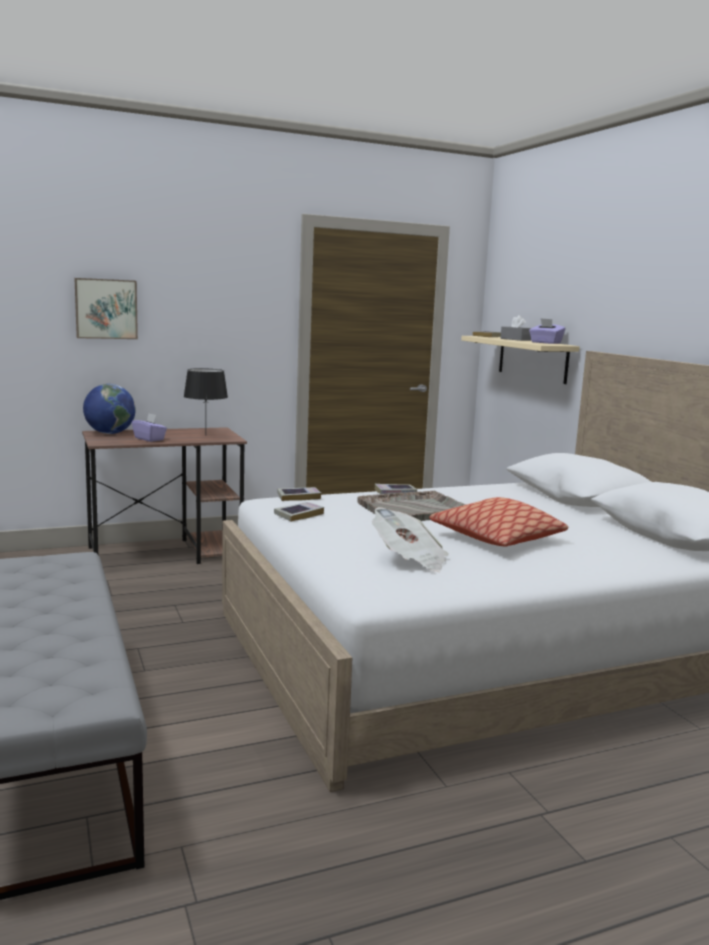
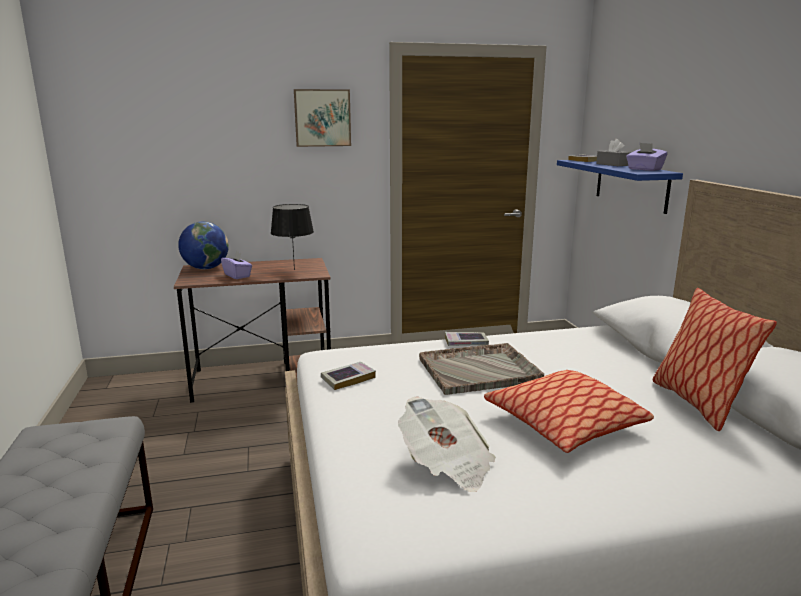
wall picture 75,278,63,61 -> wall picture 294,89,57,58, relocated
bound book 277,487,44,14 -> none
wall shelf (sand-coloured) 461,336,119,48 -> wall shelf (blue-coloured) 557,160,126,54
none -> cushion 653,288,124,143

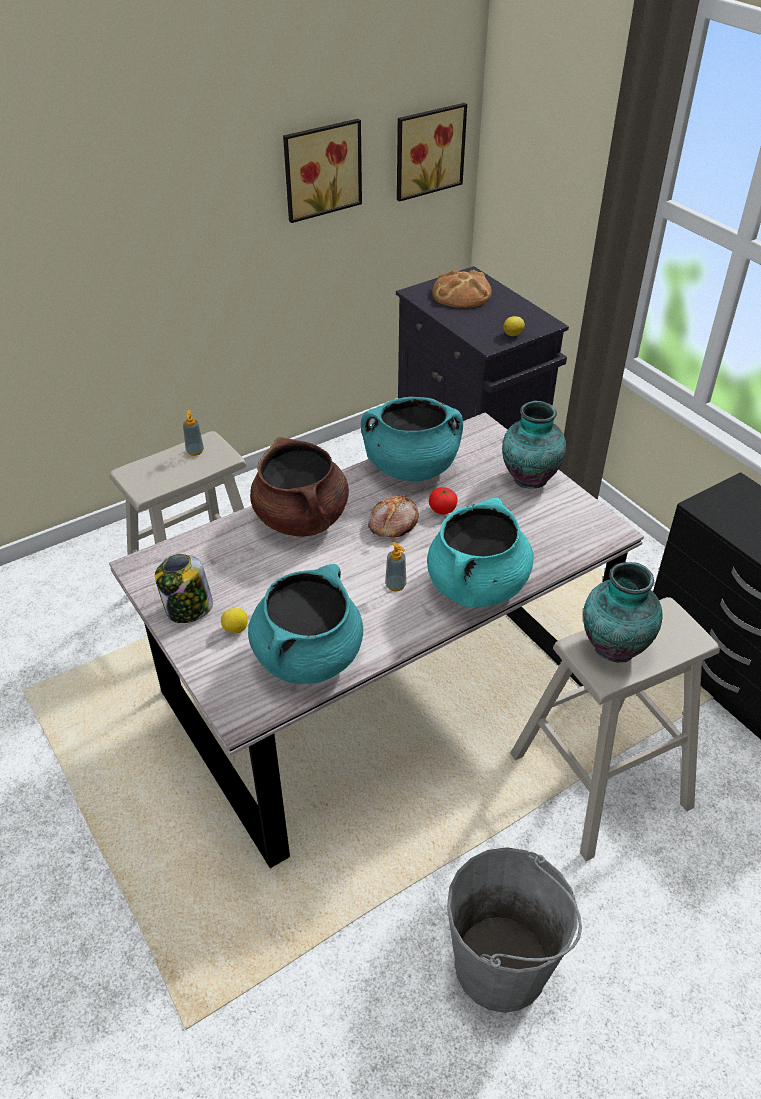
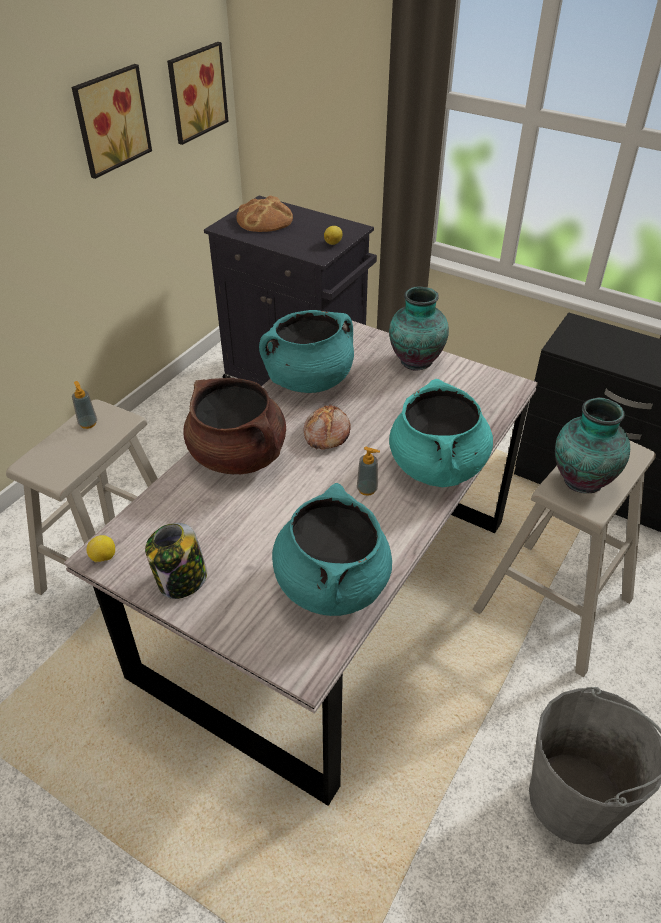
whole lemon 221,608,27,25 -> whole lemon 86,535,29,27, relocated
tomato 429,487,29,27 -> none

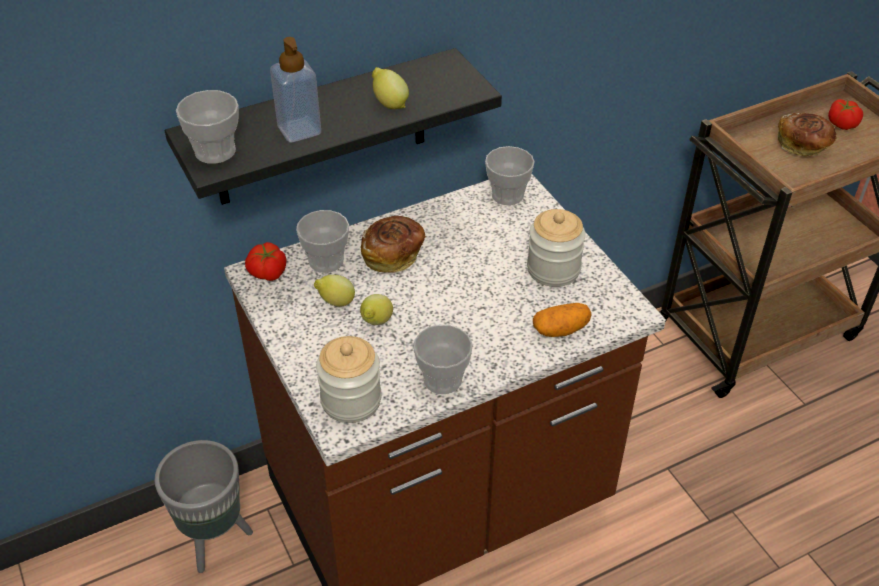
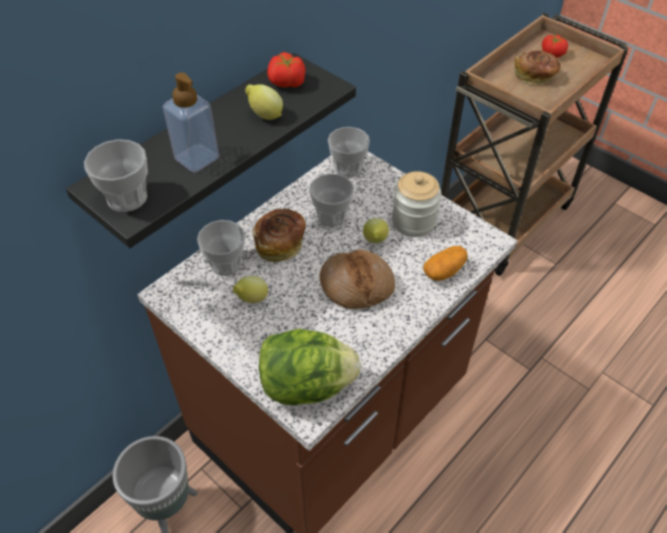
tomato 245,242,41,39 -> tomato 267,52,39,35, relocated
storage jar 316,336,65,87 -> lettuce 259,329,102,76
whole lemon 360,294,33,31 -> whole lemon 363,218,26,26, relocated
small cup 413,324,59,70 -> small cup 309,174,45,53, relocated
none -> baked bread 319,250,76,59

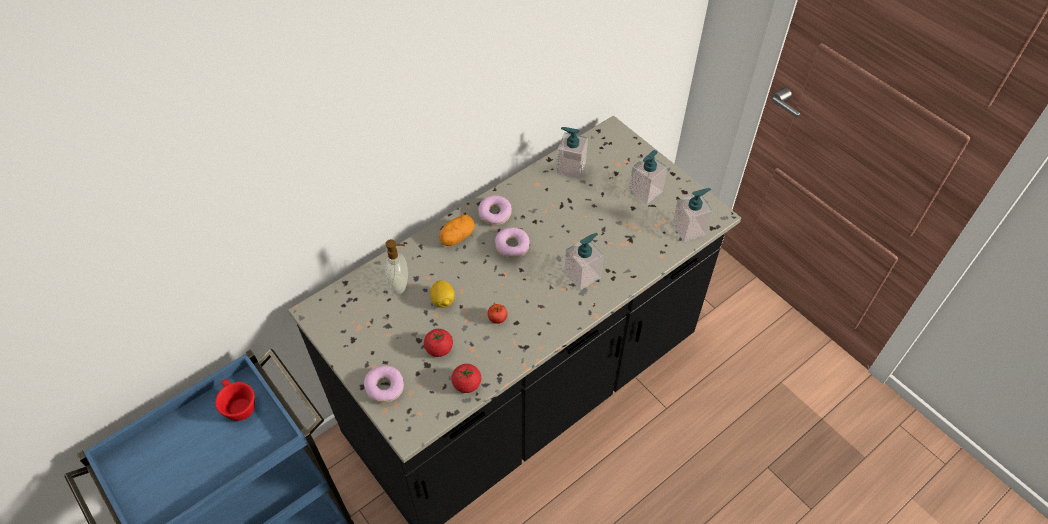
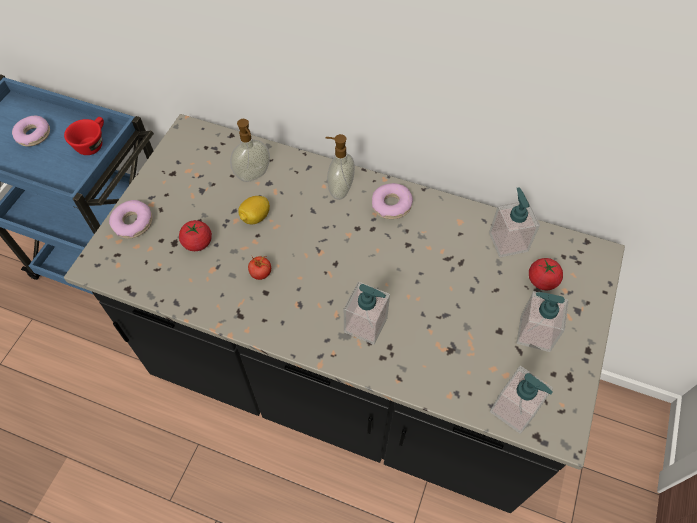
whole potato 439,215,36,31 -> soap bottle 326,134,29,66
tomato 451,364,30,29 -> tomato 529,258,34,32, relocated
donut 495,227,35,31 -> donut 12,115,38,31, relocated

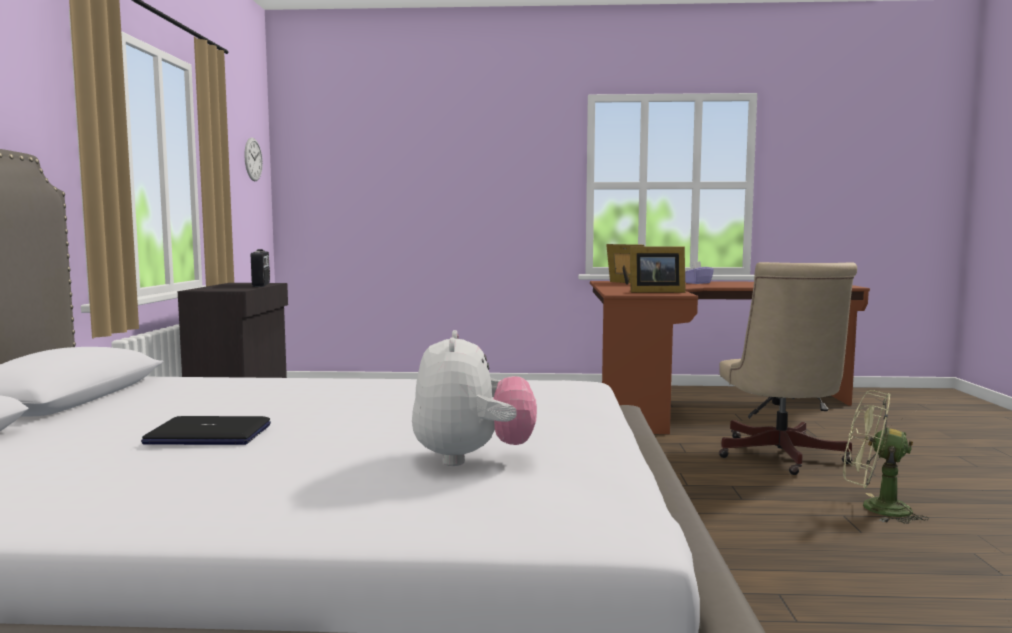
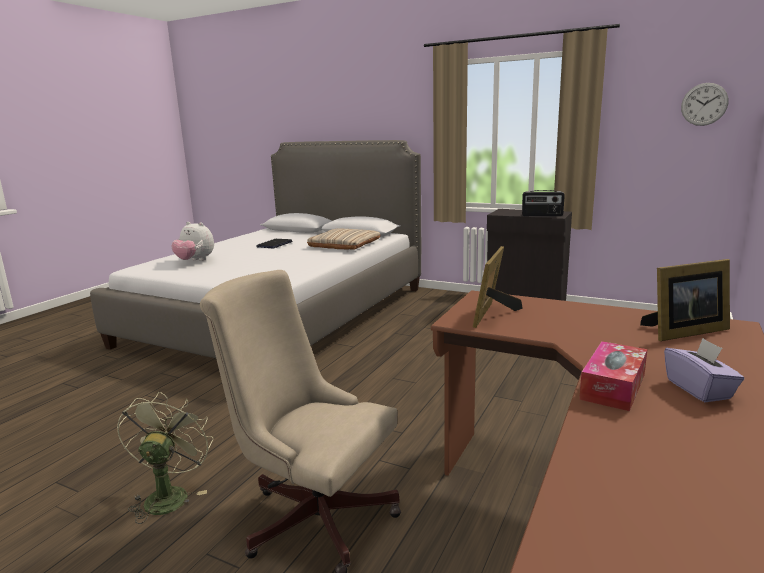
cooling fan (green-coloured) 843,390,86,134 -> cooling fan (green-coloured) 117,392,96,132, 45 degrees counterclockwise
none -> cushion (sand-coloured) 307,228,73,22
none -> tissue box 579,341,68,70

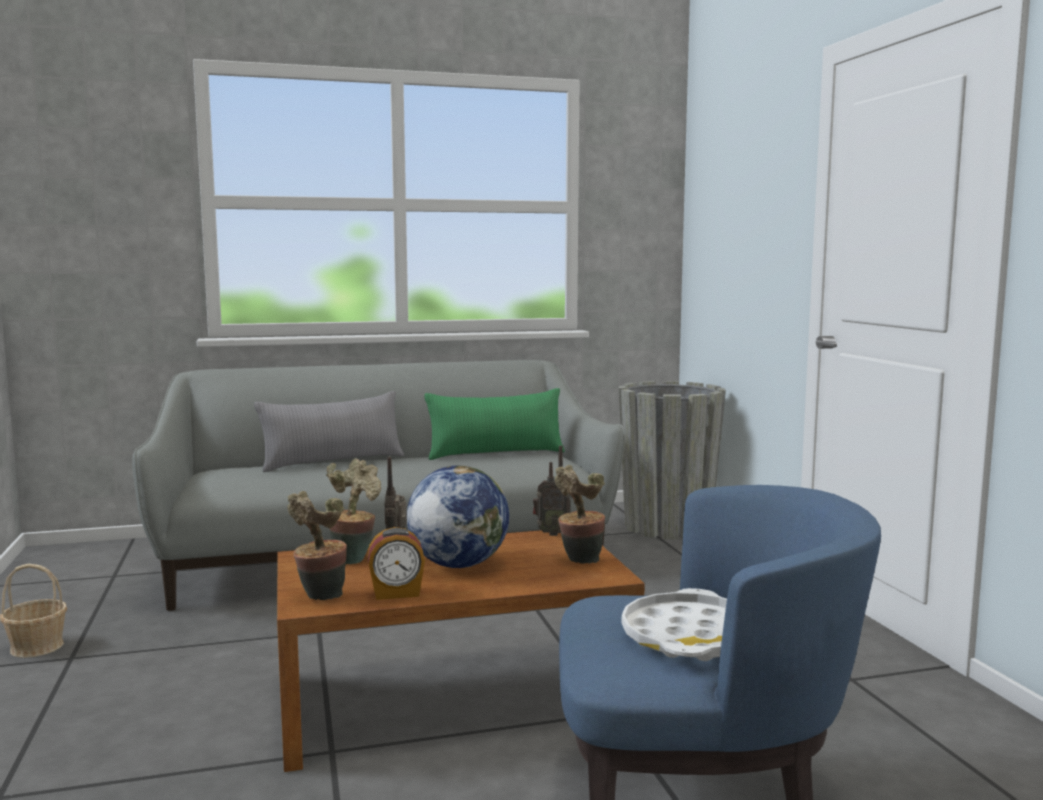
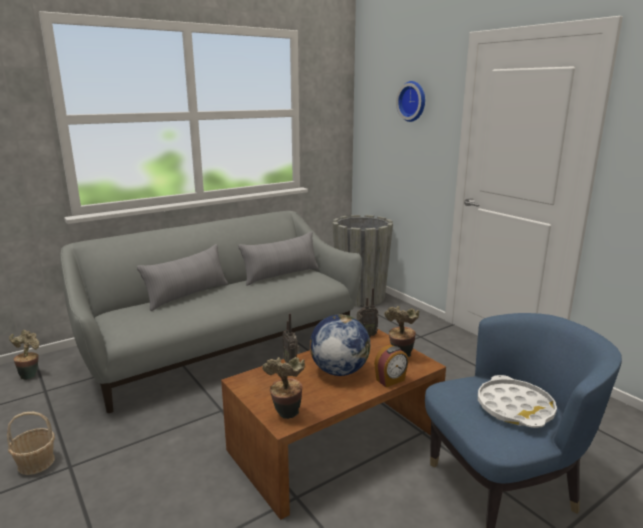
potted plant 326,459,55,106 -> potted plant 9,330,30,50, relocated
bedside clock 368,527,57,73 -> bedside clock 374,345,35,42, relocated
cushion (green-coloured) 424,388,141,72 -> cushion (greyish) 238,232,81,54
none -> clock on the wall 396,81,29,41

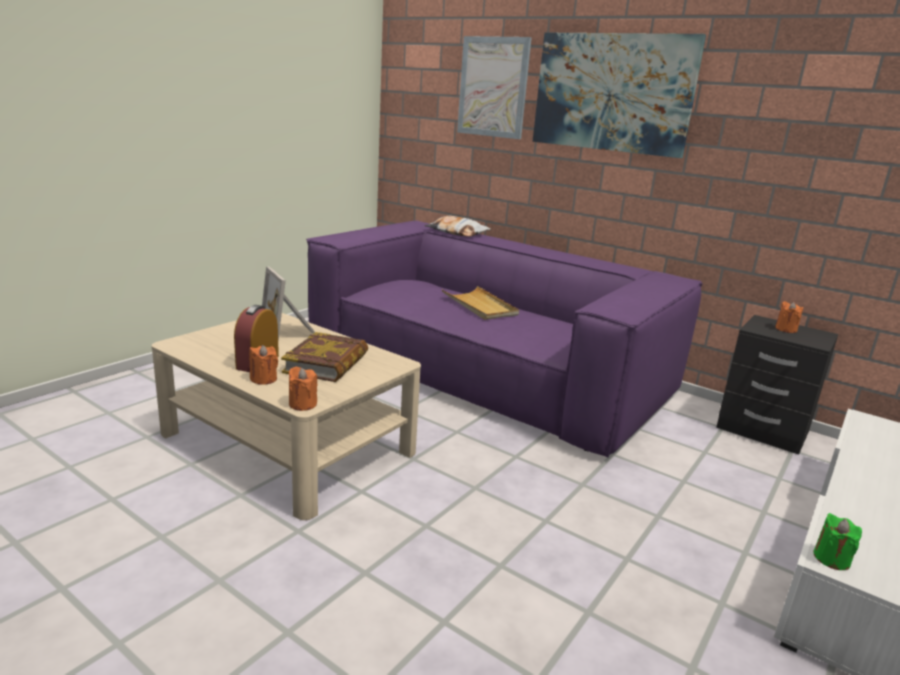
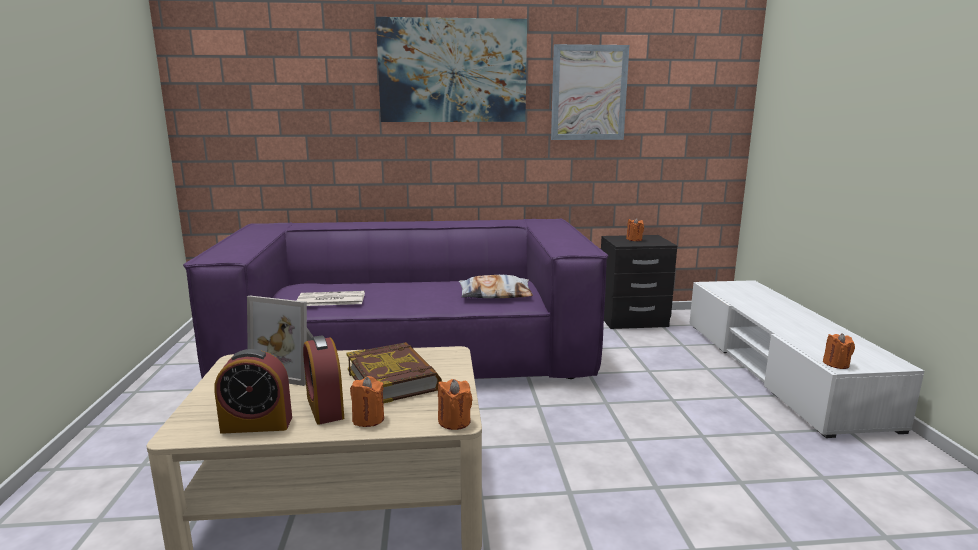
cushion 425,216,66,21 -> cushion 458,275,75,23, relocated
tray (sand-coloured) 442,286,77,34 -> none
wall picture 457,36,75,103 -> wall picture 551,44,78,96, relocated
wax light (green-coloured) 813,513,49,57 -> wax light (orange-coloured) 823,333,32,36
none -> bedside clock 214,349,78,85
none -> newspaper 296,291,69,15

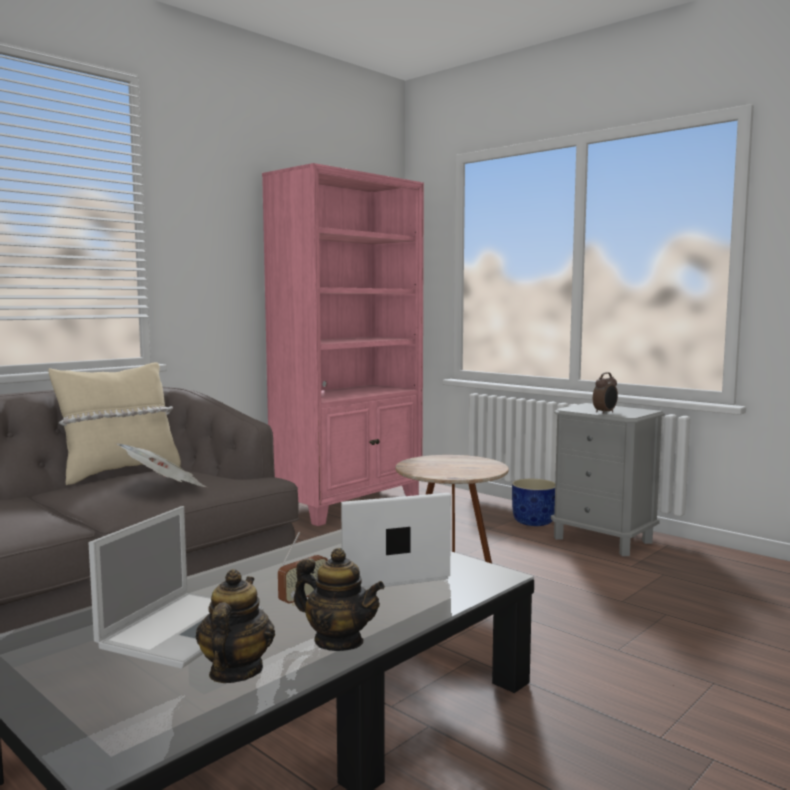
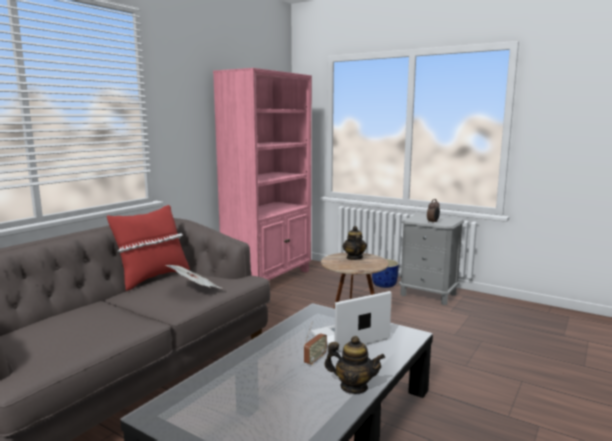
cushion (sand-coloured) 48,362,133,123 -> cushion (reddish) 107,205,83,86
portable computer 89,506,174,163 -> none
teapot 196,569,79,114 -> teapot 343,226,24,34, relocated

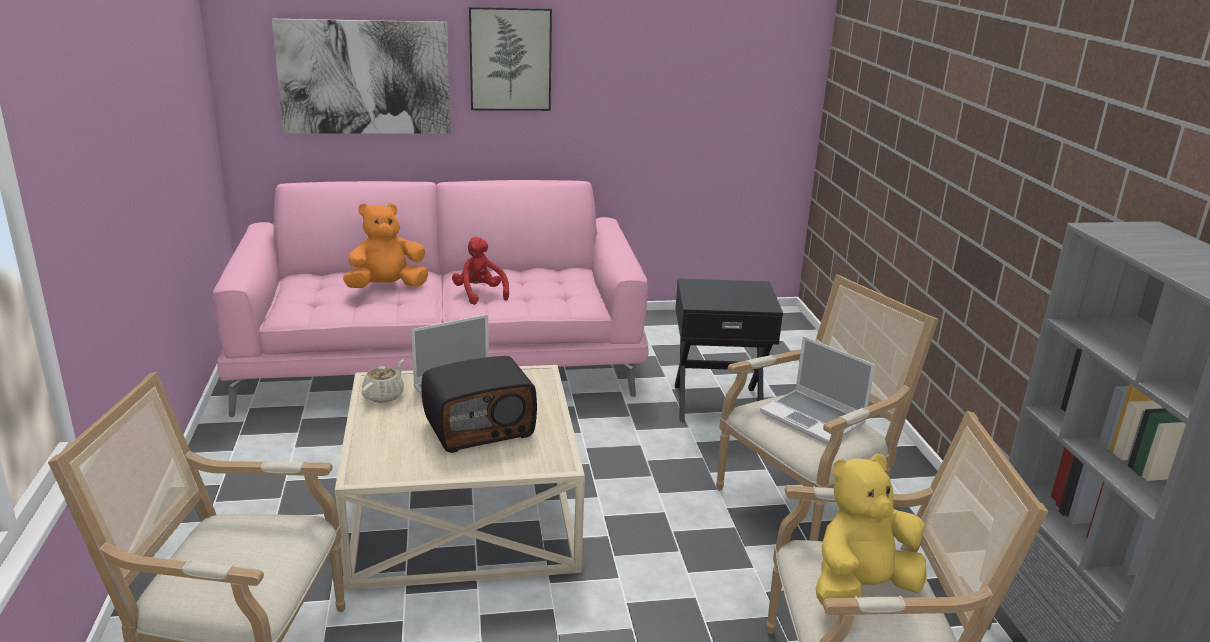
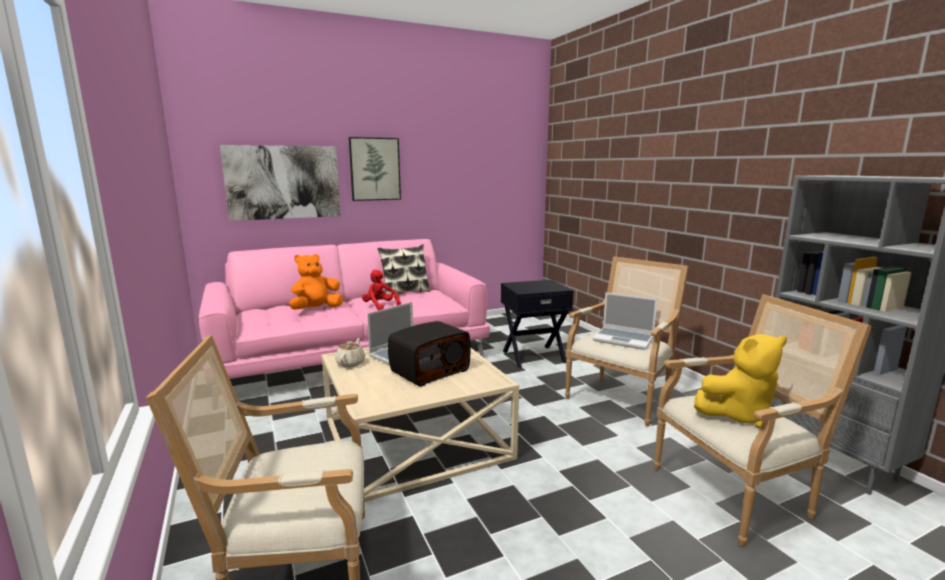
soft toy (yellow) 815,453,112,152 -> soft toy (yellow) 694,334,93,94, 150 degrees counterclockwise
none -> cushion 378,244,53,51

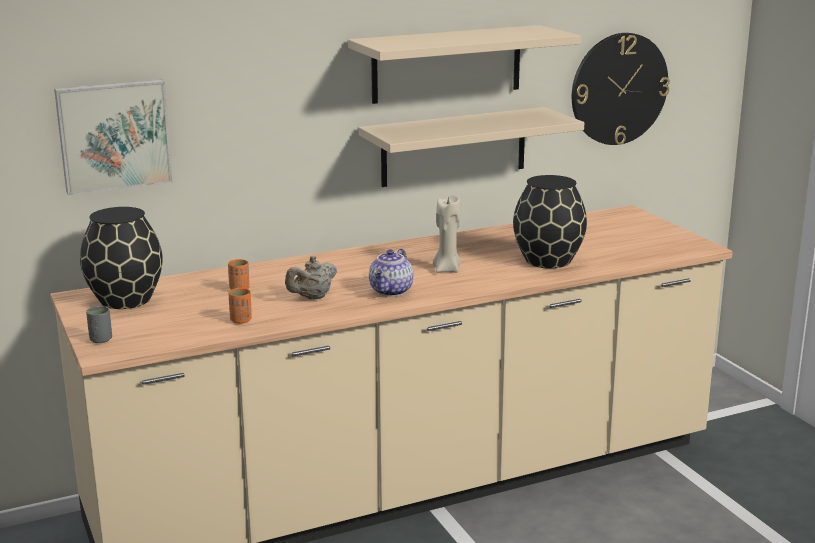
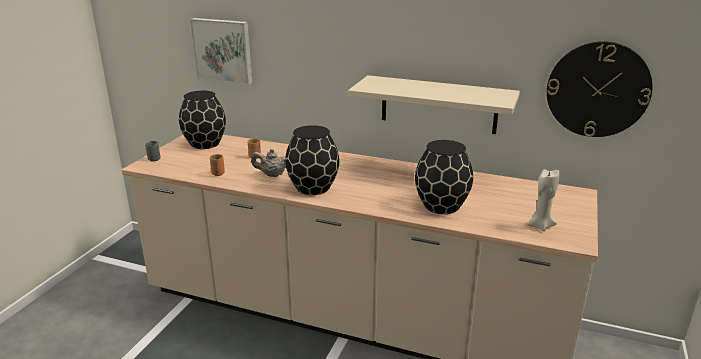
wall shelf (sand-coloured) 348,25,233,79 -> none
teapot 369,249,44,48 -> flower vase (black) 285,125,54,70
wax light (sand-coloured) 433,195,29,78 -> wax light (sand-coloured) 527,169,33,62, relocated

